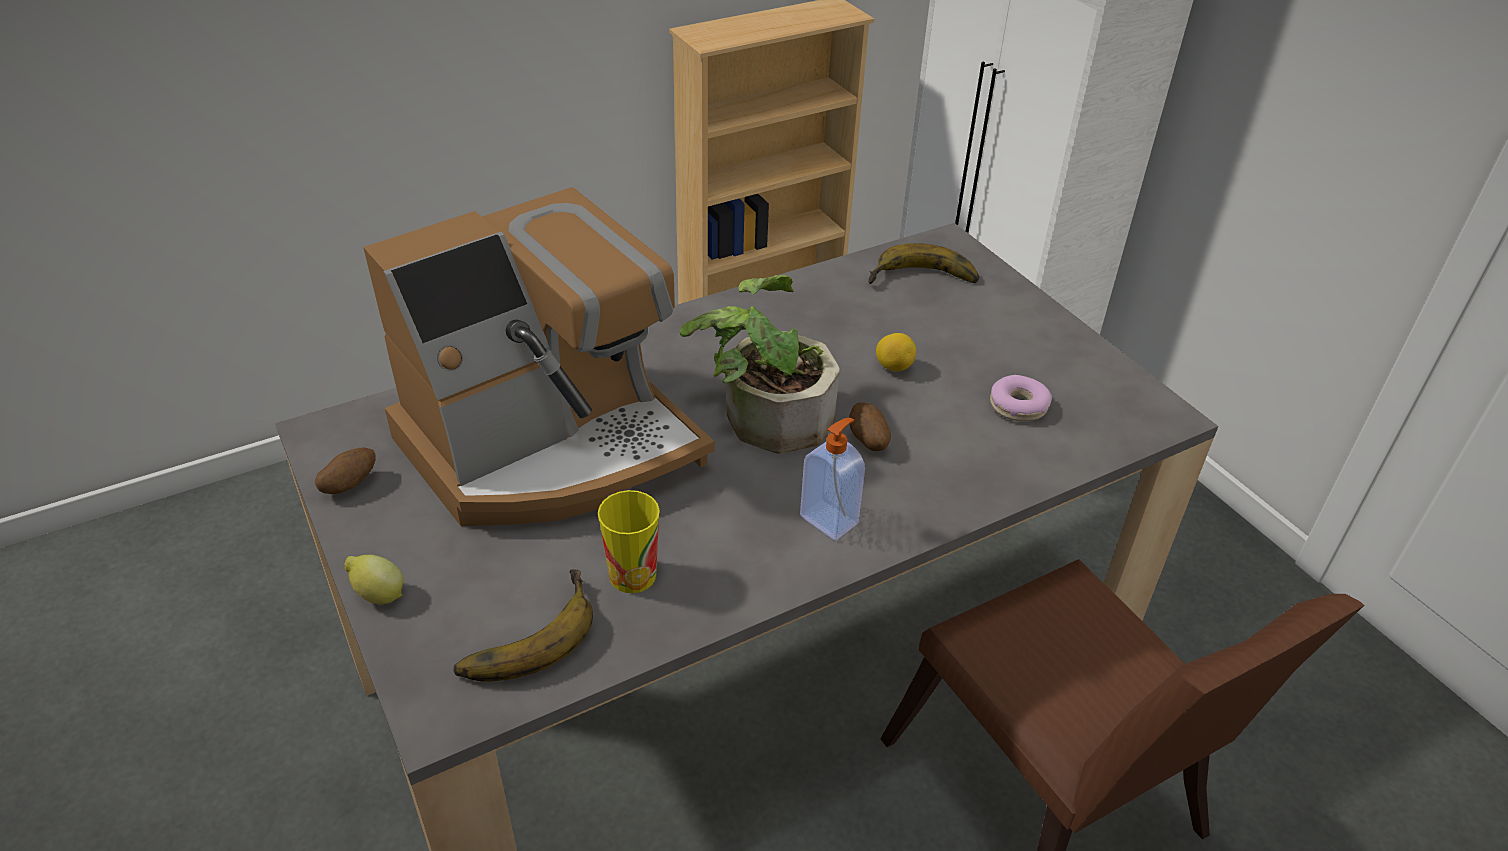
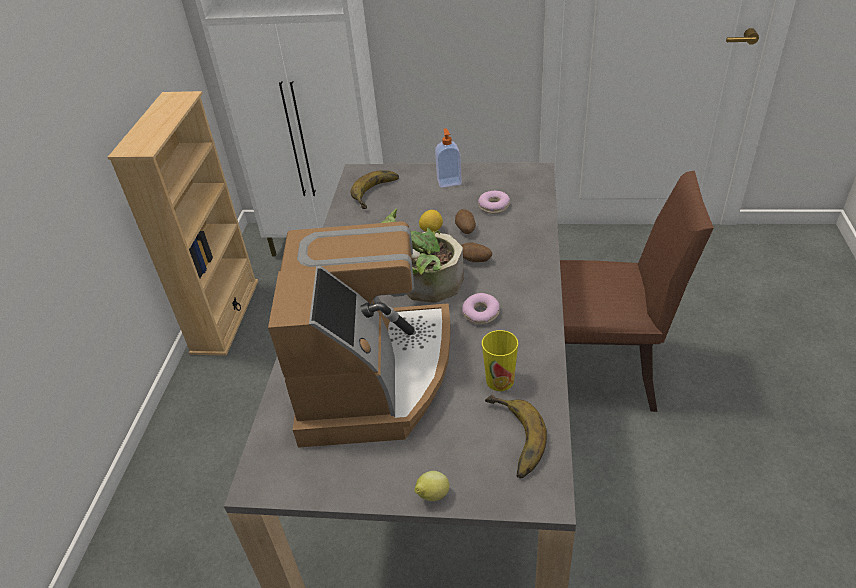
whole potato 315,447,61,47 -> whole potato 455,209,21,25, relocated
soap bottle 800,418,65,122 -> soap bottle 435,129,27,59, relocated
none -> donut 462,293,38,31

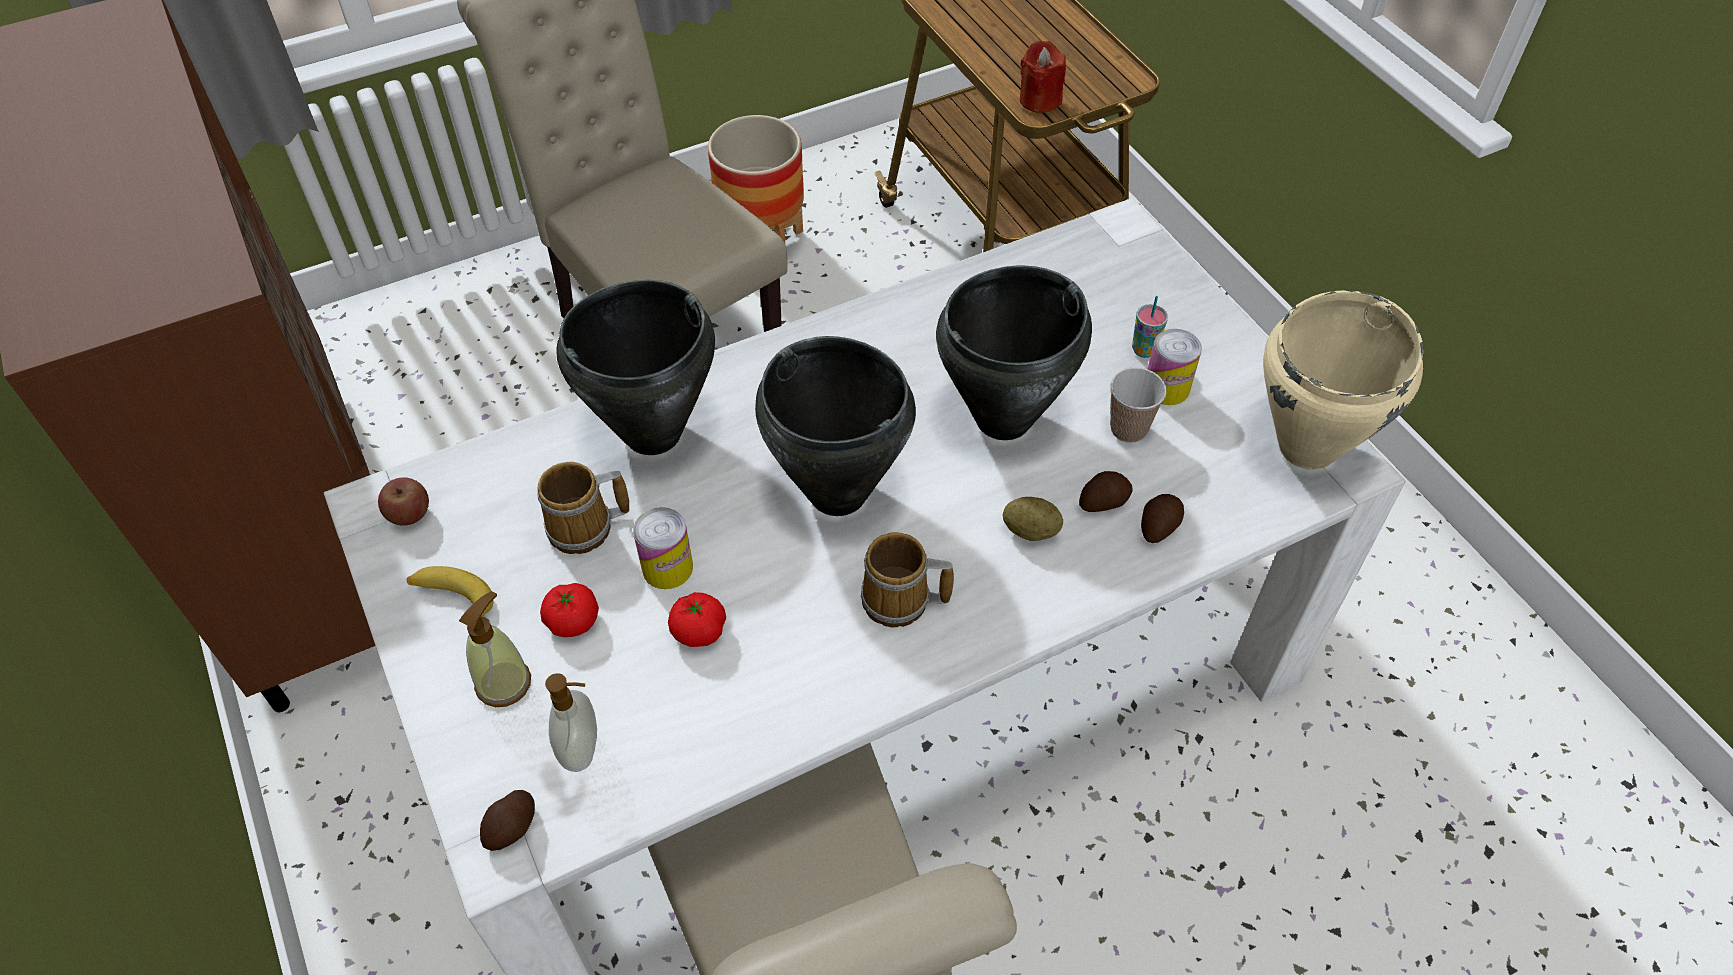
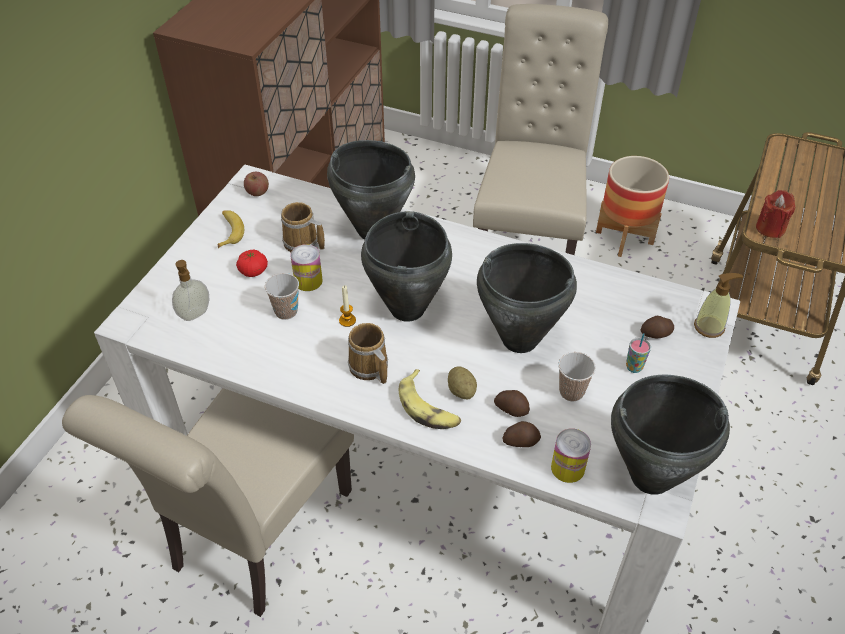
soap bottle 459,591,72,116 -> soap bottle 694,273,49,65, relocated
whole potato 480,790,55,61 -> whole potato 641,316,33,23, relocated
tomato 668,592,58,55 -> small cup 265,273,34,47
metal can 1147,329,55,76 -> metal can 551,429,40,54, relocated
saucepot (sand-coloured) 1263,290,160,180 -> saucepot (black) 611,374,119,121
none -> wax light 339,285,17,42
none -> whole banana 399,369,62,60

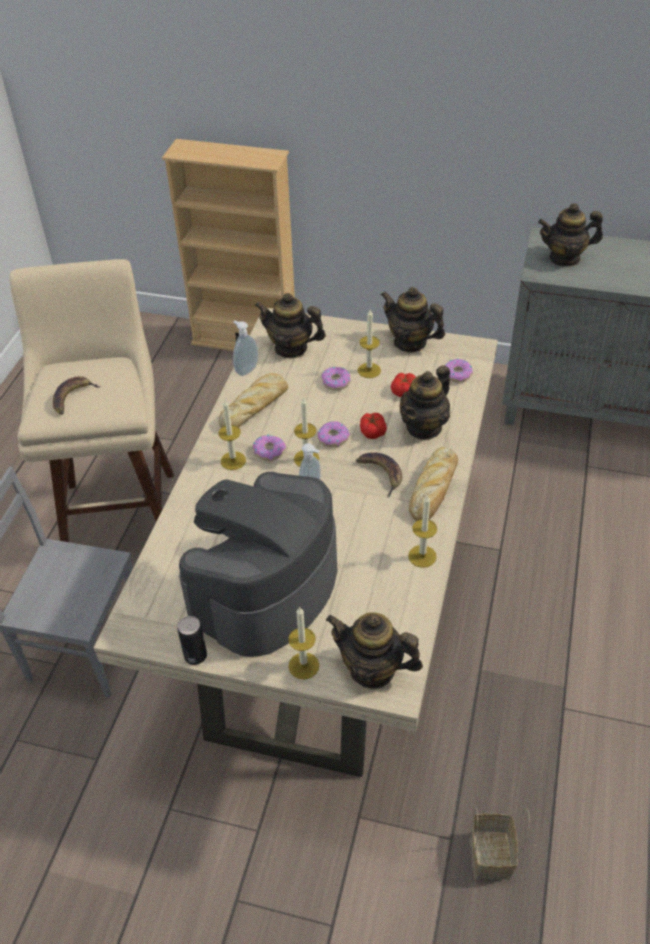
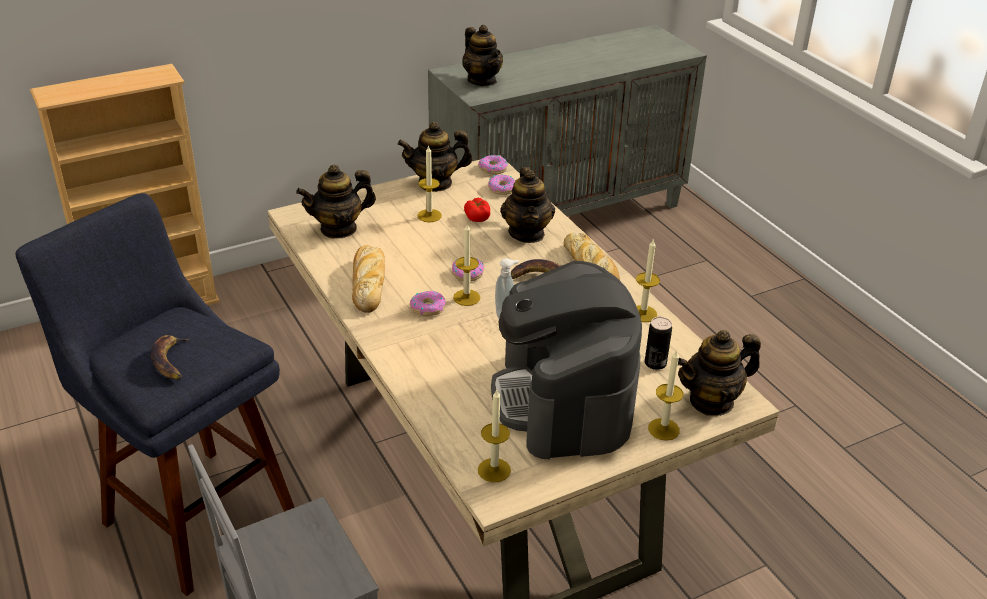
stool (sand-coloured) 9,259,165,283 -> stool (blue-coloured) 15,193,280,403
metal can 178,616,29,49 -> metal can 645,317,27,53, relocated
wax light 218,400,28,70 -> wax light 478,390,33,92, relocated
soap bottle 233,320,25,56 -> none
donut 321,367,29,24 -> donut 478,155,30,20, relocated
tomato 360,413,27,26 -> none
storage basket 472,807,58,73 -> none
teapot 538,203,65,64 -> teapot 462,25,41,61, 75 degrees counterclockwise

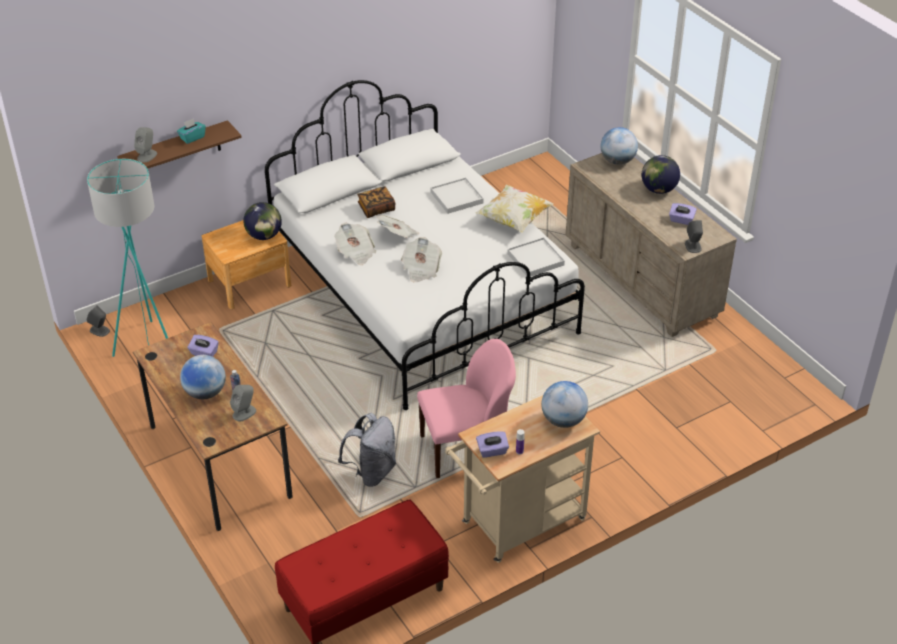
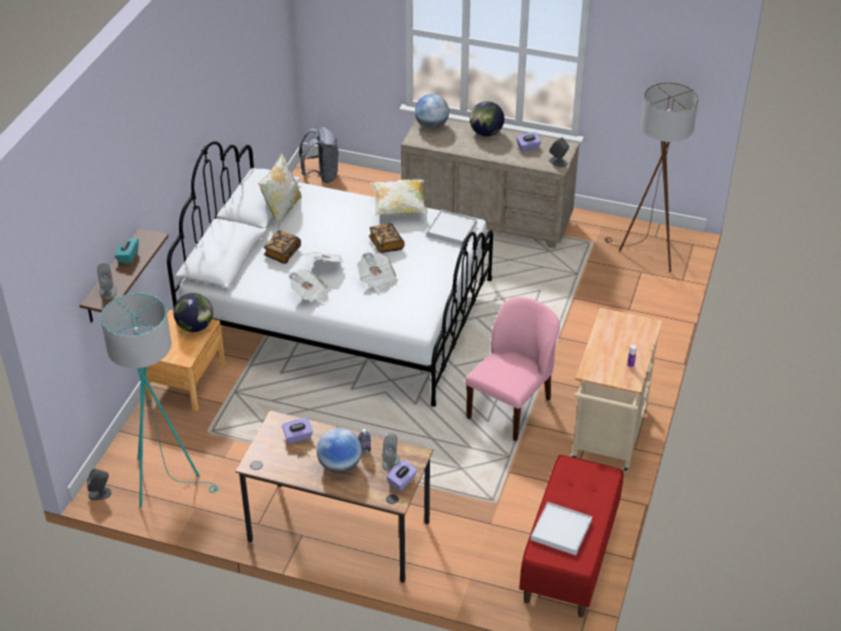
rucksack (greyish) 338,413,58,74 -> rucksack (greyish) 299,127,39,56, relocated
tray (whitish) 431,177,53,37 -> tray (whitish) 531,502,61,53, relocated
tissue box (purple) 476,431,33,27 -> tissue box (purple) 387,460,30,31, relocated
world globe 541,381,47,47 -> none
none -> cushion 258,153,44,75
none -> bound book 369,223,36,30
none -> standing lamp (brown-coloured) 605,82,93,190

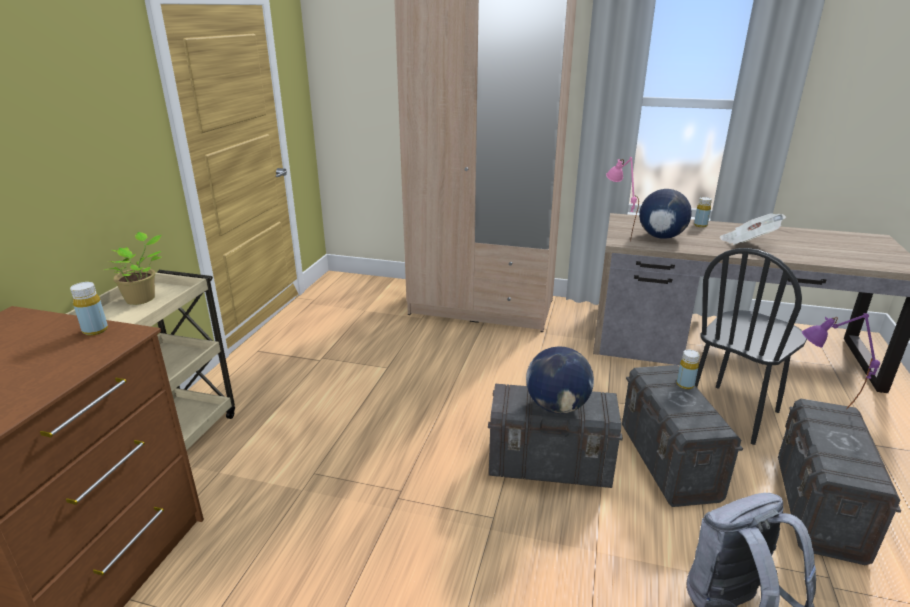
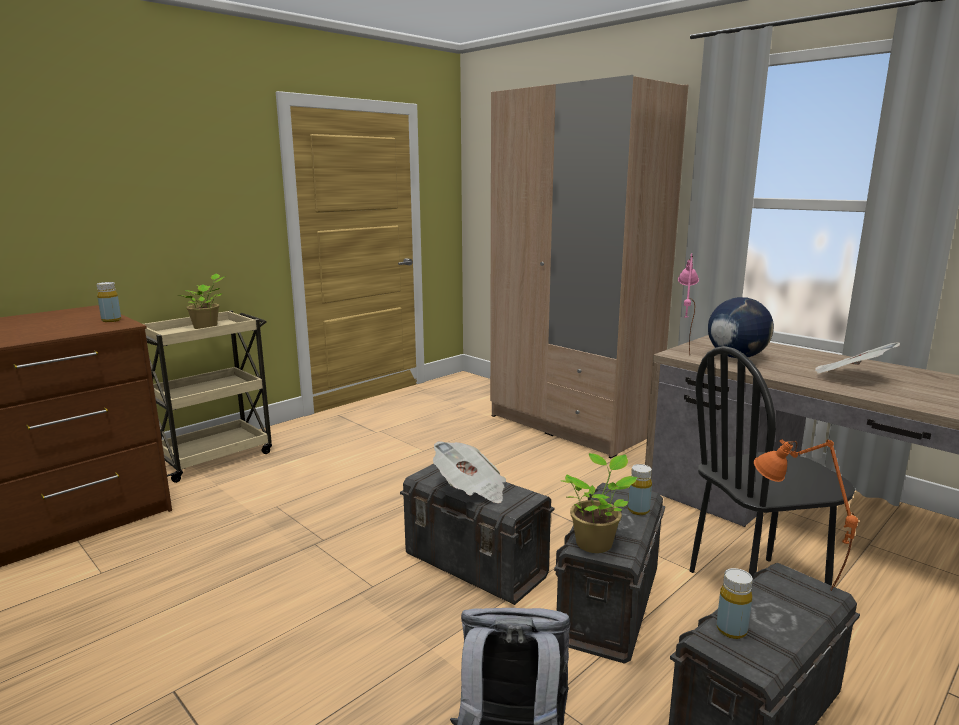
world globe 526,346,68,68 -> newspaper 433,441,73,62
beverage bottle (yellow) 694,197,18,30 -> beverage bottle (yellow) 717,568,36,71, relocated
tabletop lamp (purple) 802,313,78,96 -> tabletop lamp (orange-coloured) 754,439,104,152
none -> potted plant 560,453,77,100

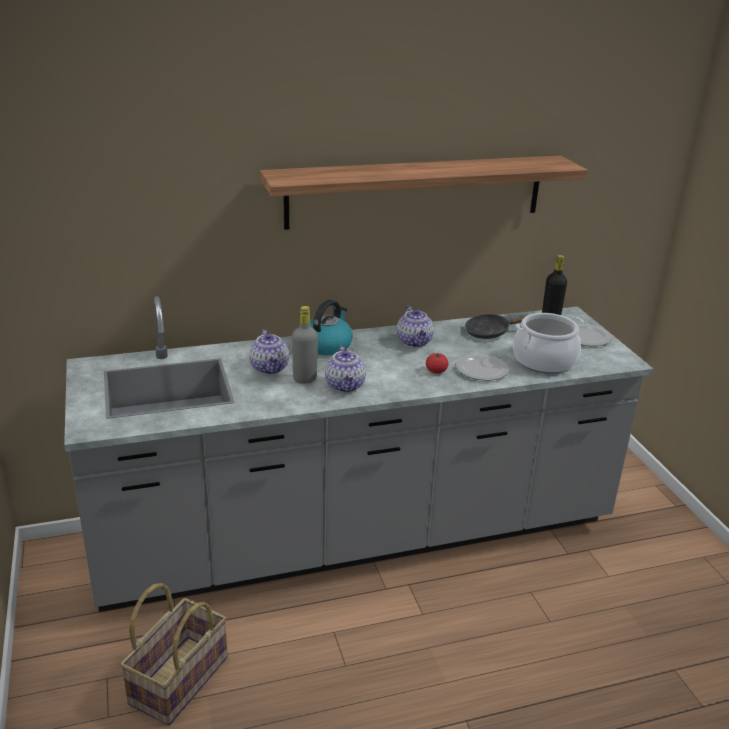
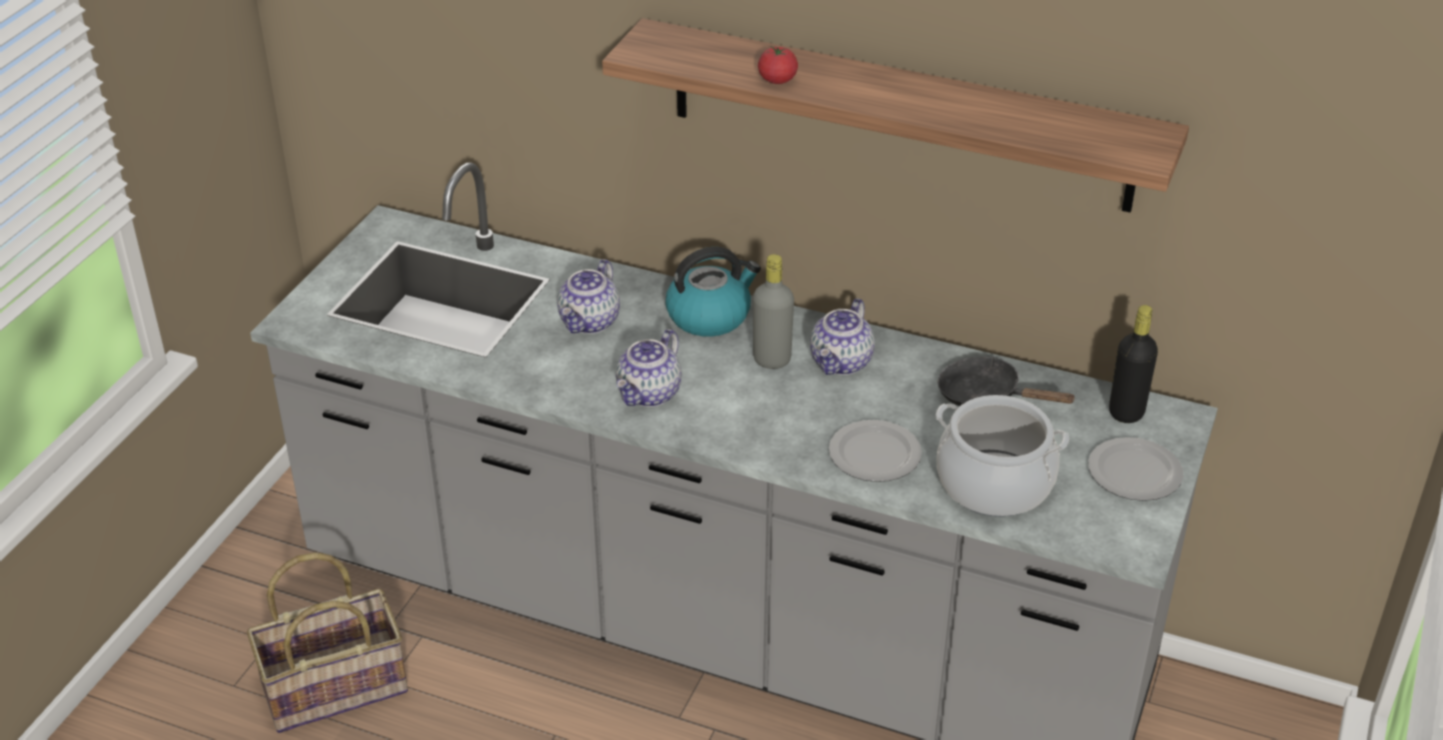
beverage bottle (greyish) 292,306,26,78 -> beverage bottle (greyish) 753,254,41,115, relocated
tomato 426,353,22,21 -> tomato 758,46,40,38, relocated

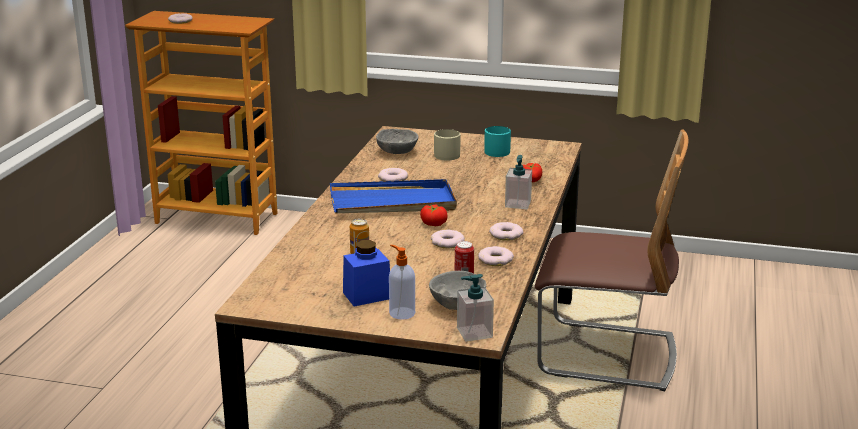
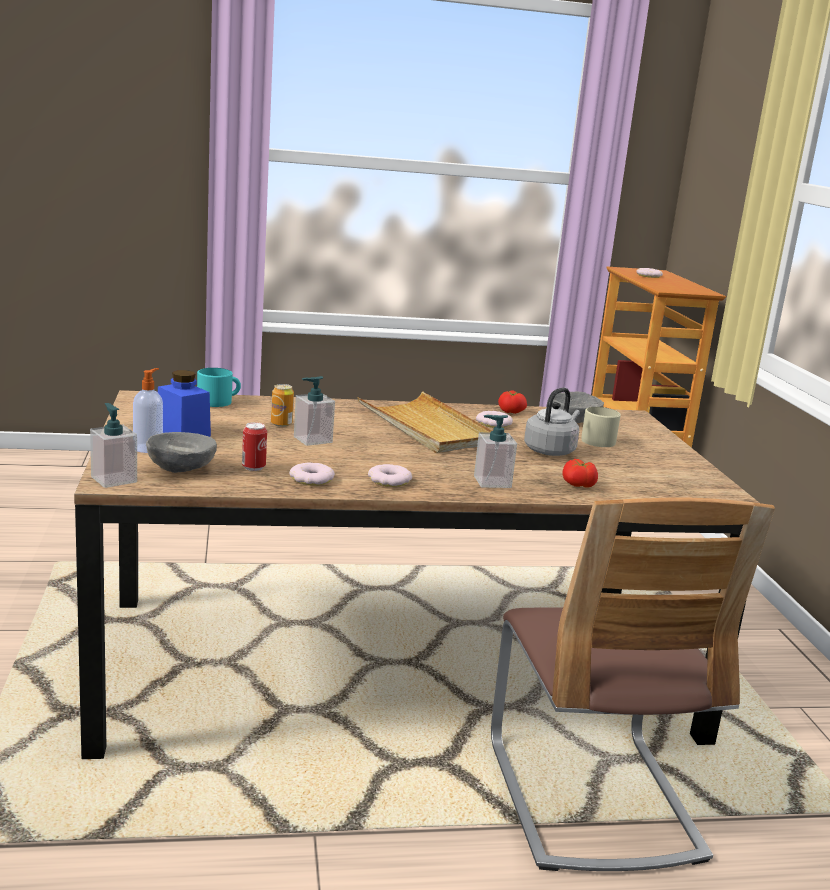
tray (blue-coloured) 330,179,127,34 -> tray (sand-coloured) 357,391,135,62
tomato 420,205,27,21 -> tomato 498,390,29,24, relocated
donut 431,230,34,18 -> none
tea mug (turquoise) 484,126,27,31 -> tea mug (turquoise) 197,368,44,39, relocated
none -> soap bottle 294,376,41,70
none -> tea kettle (greyish) 524,387,56,69

